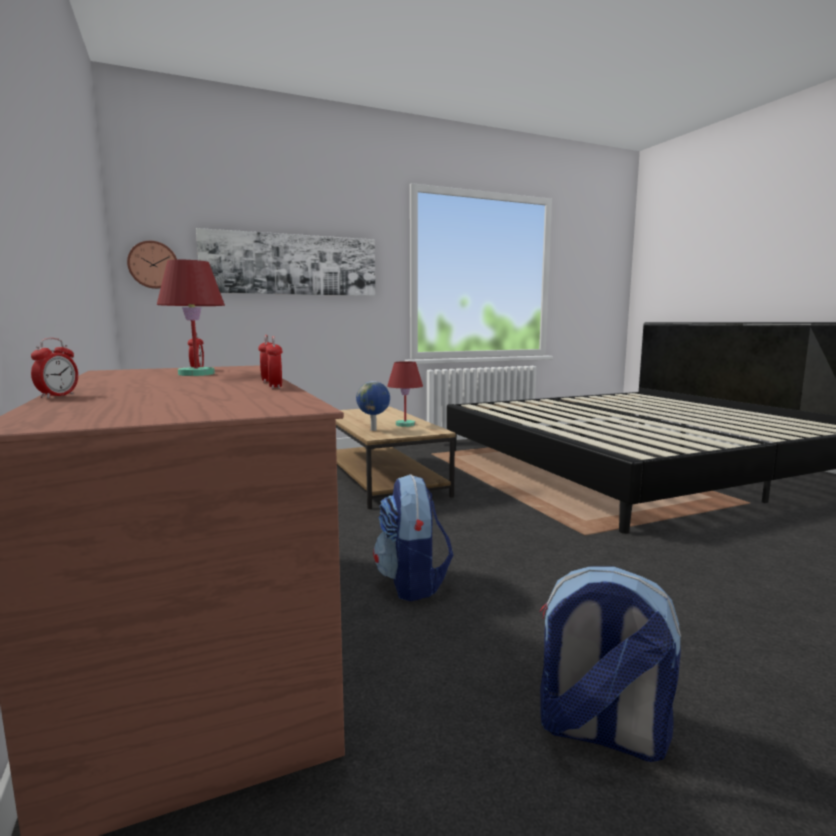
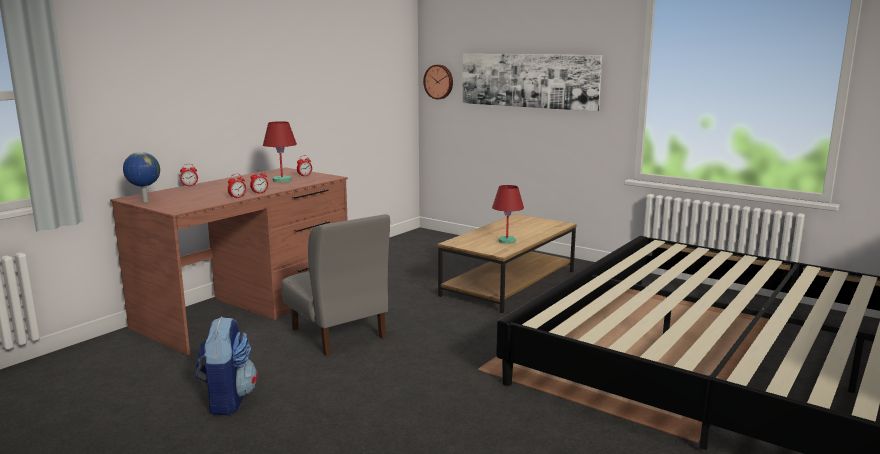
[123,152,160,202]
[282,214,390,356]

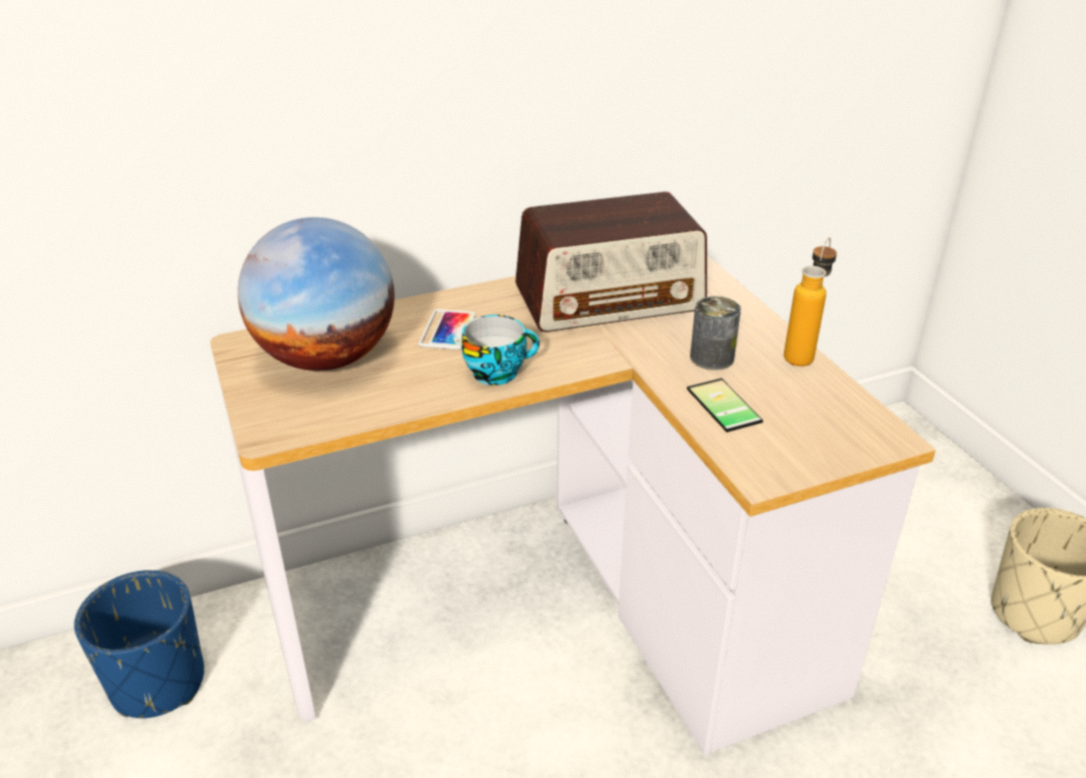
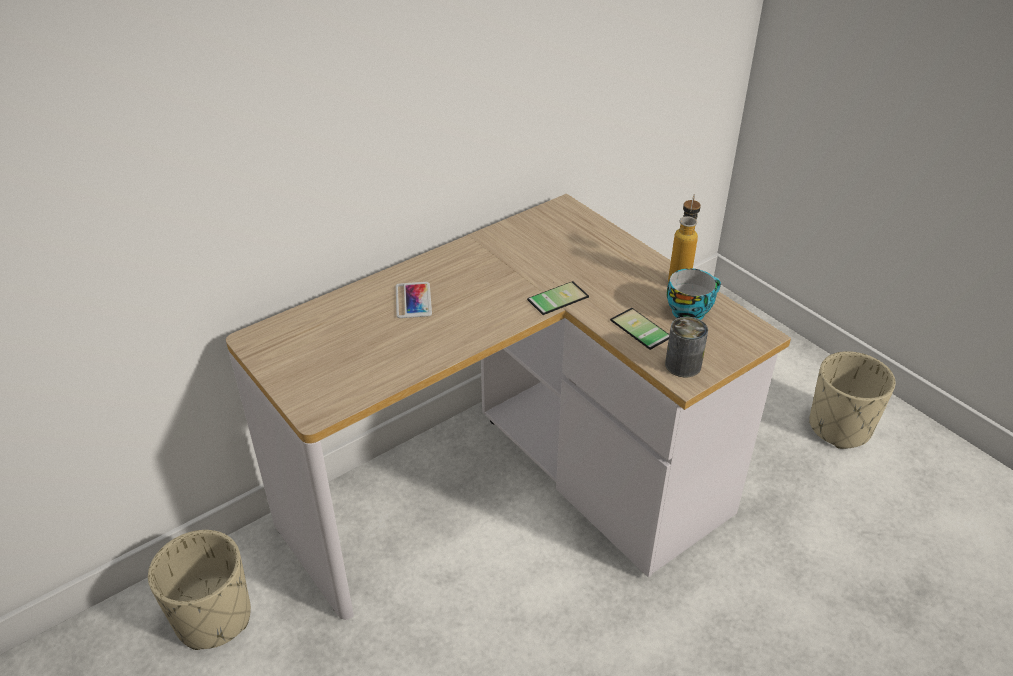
[148,530,251,650]
[238,217,395,371] (first image)
[667,268,721,320]
[515,192,707,332] (first image)
[665,317,708,377]
[527,281,589,315]

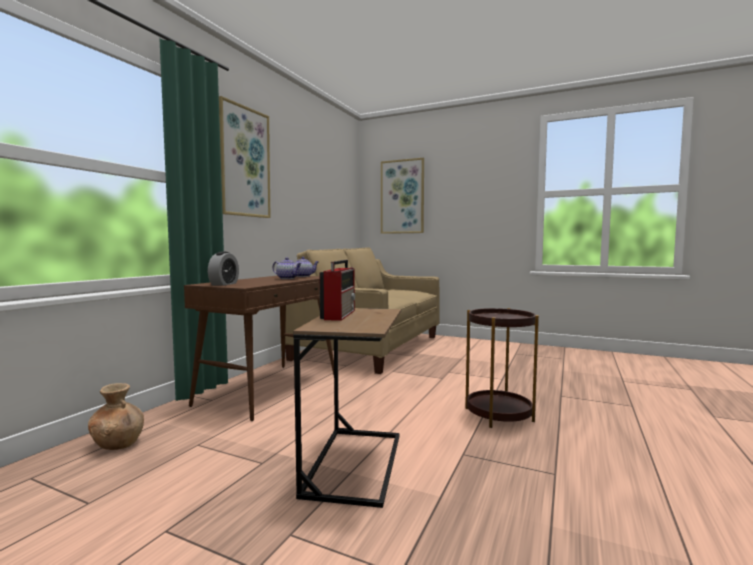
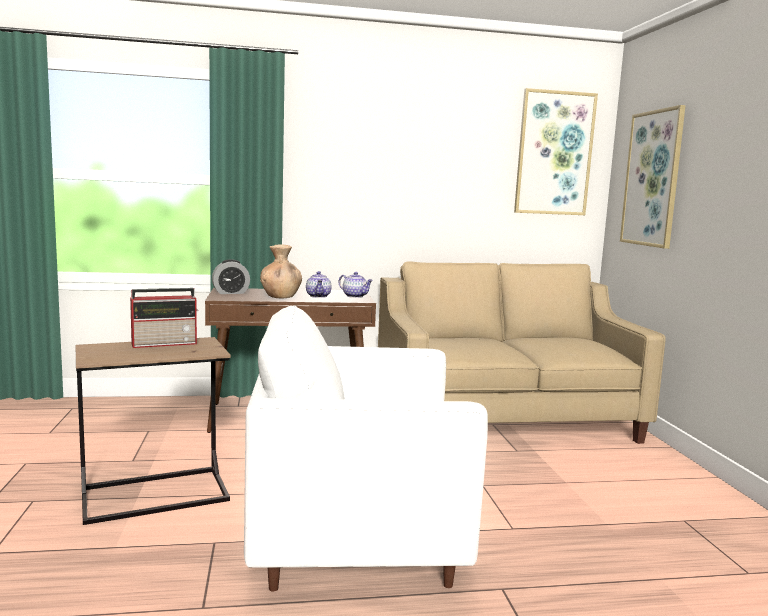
[260,245,302,298]
[514,88,598,215]
[244,305,488,591]

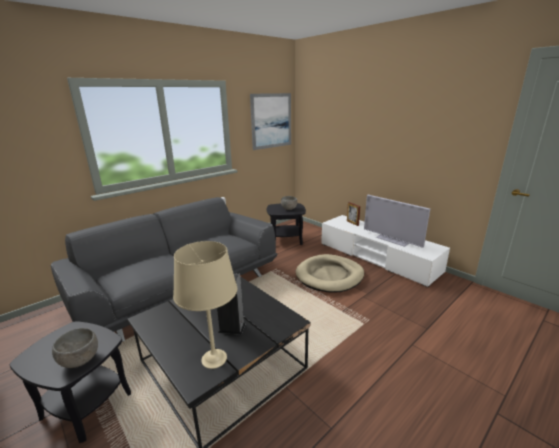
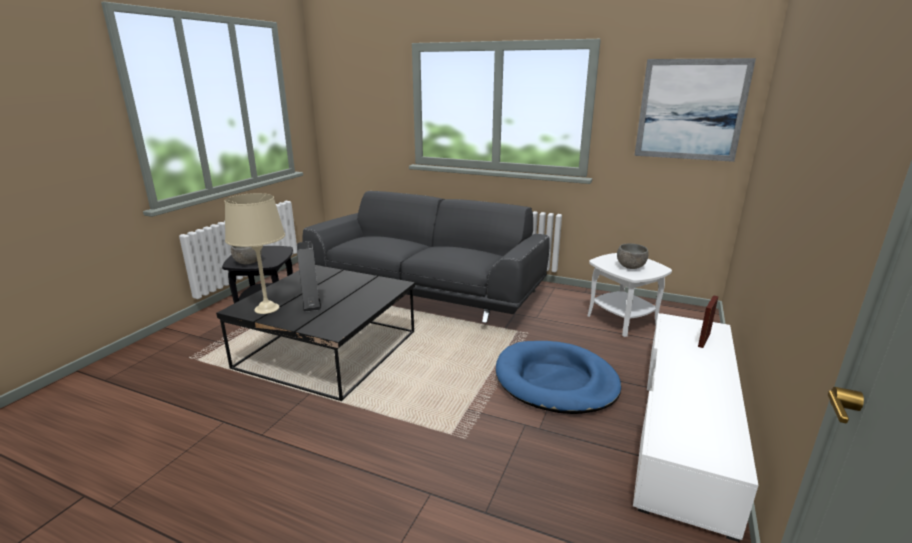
[587,253,672,337]
[496,341,621,414]
[364,195,430,248] (first image)

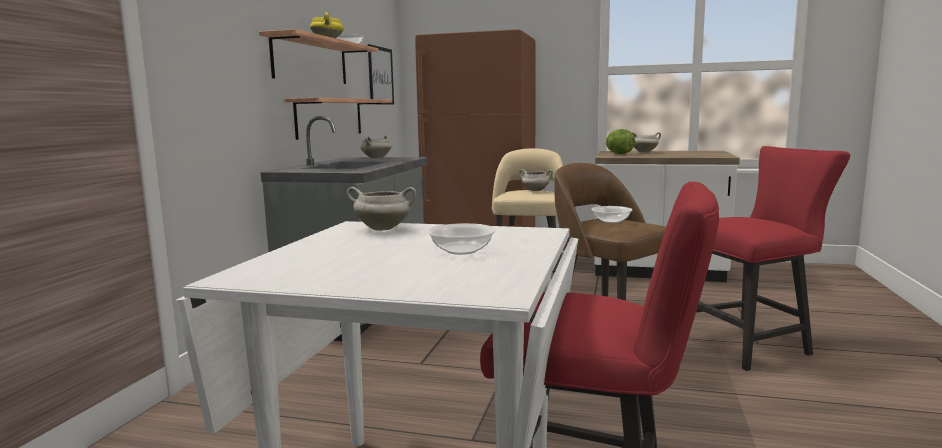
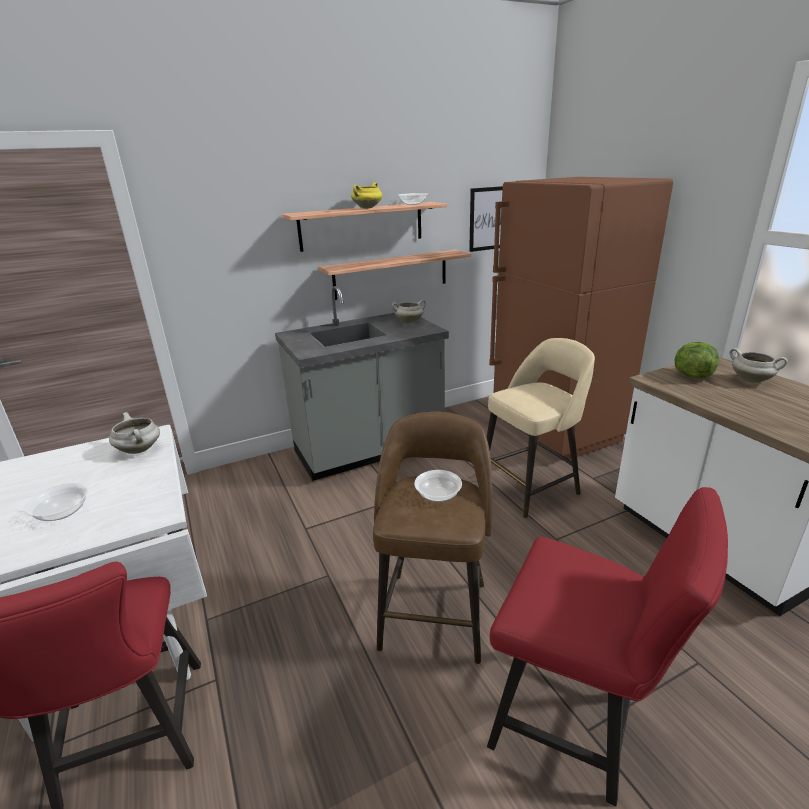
[519,169,553,191] (first image)

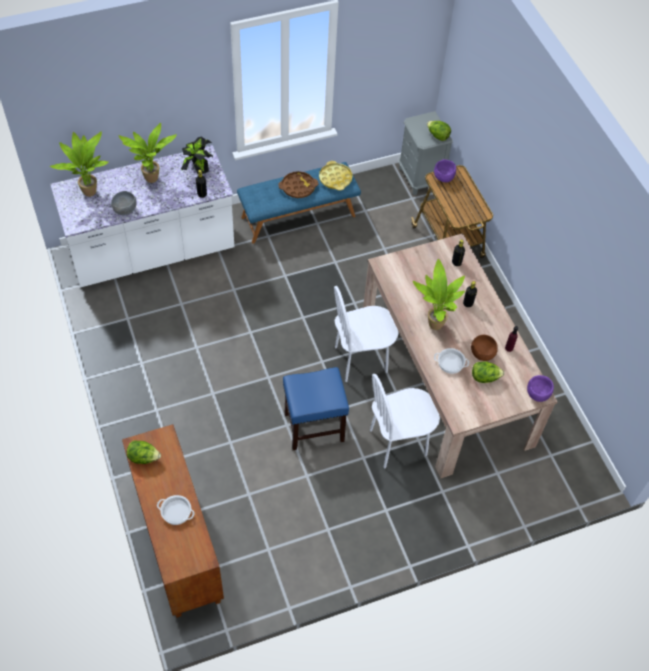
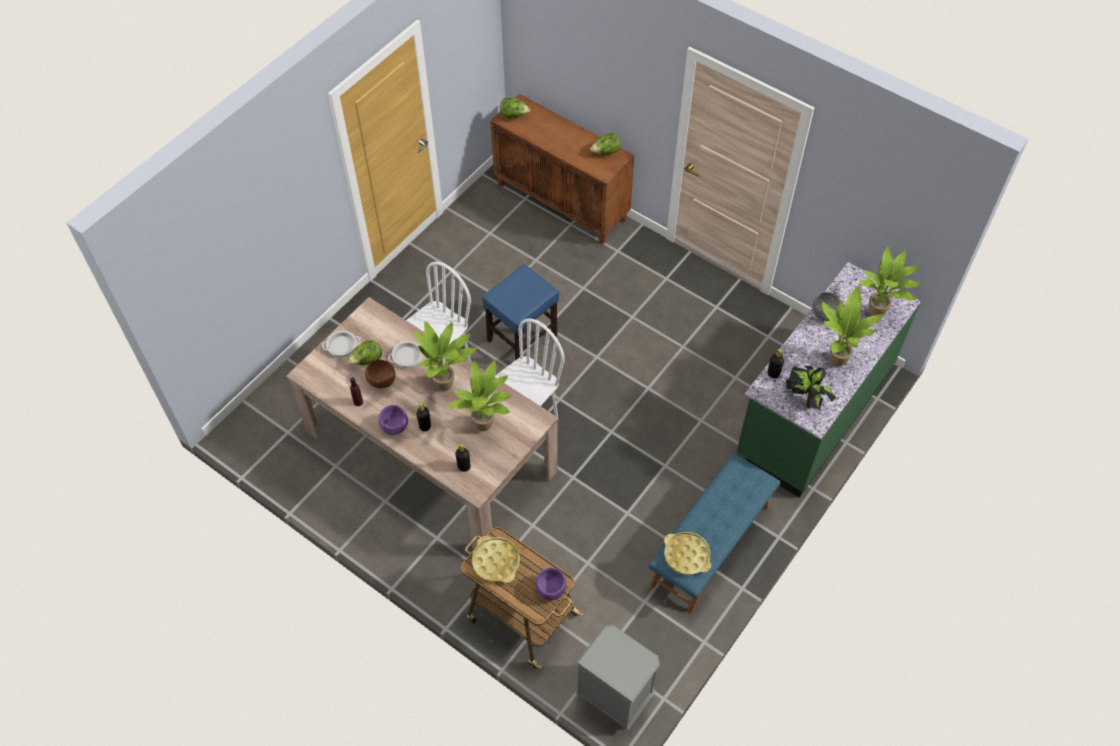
[737,262,921,498]
[322,331,361,358]
[279,171,318,198] (first image)
[500,98,530,119]
[379,405,408,435]
[448,360,512,431]
[472,536,520,583]

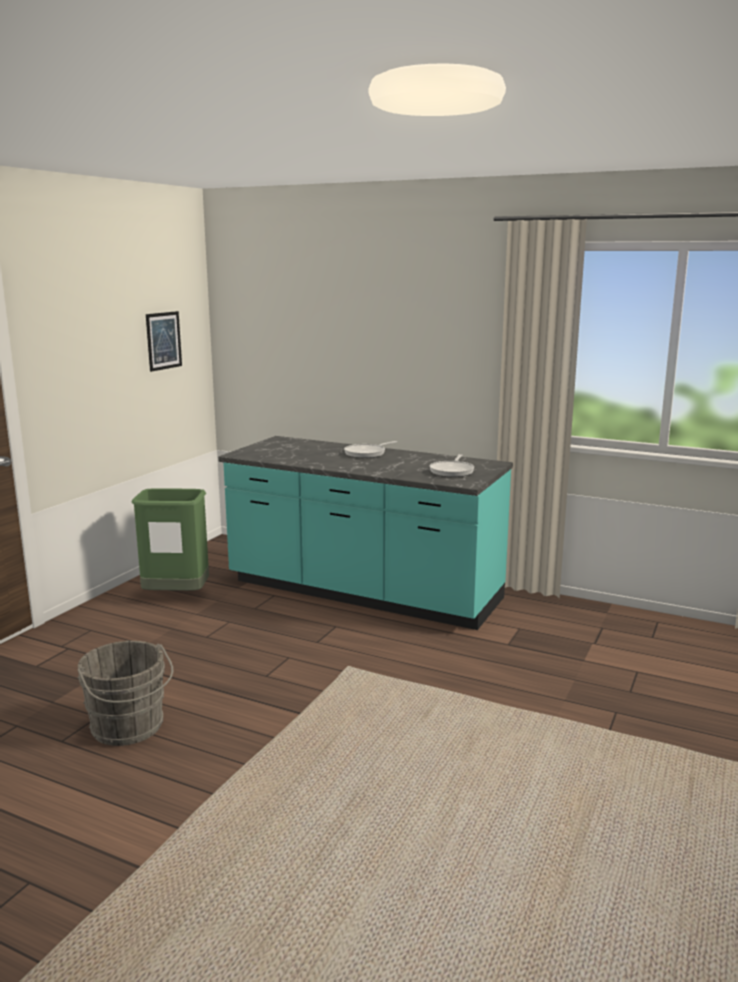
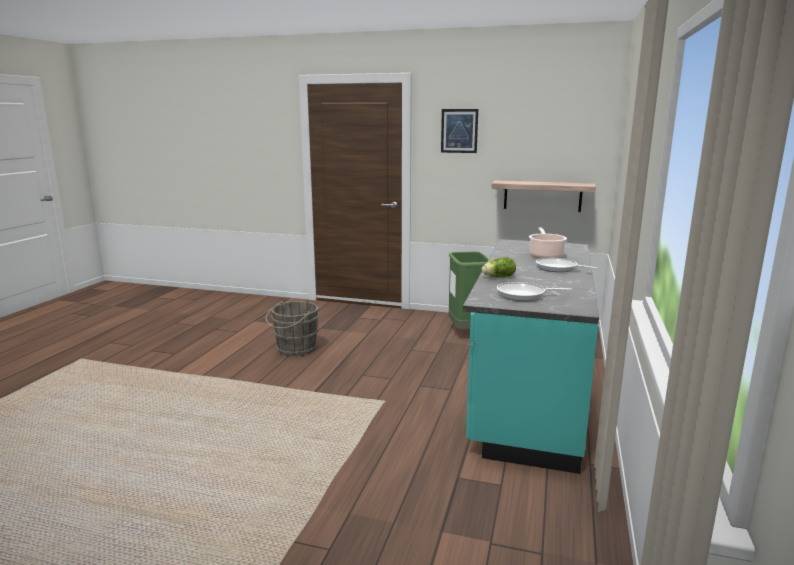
[441,109,478,153]
[482,257,516,277]
[491,180,596,212]
[529,228,567,259]

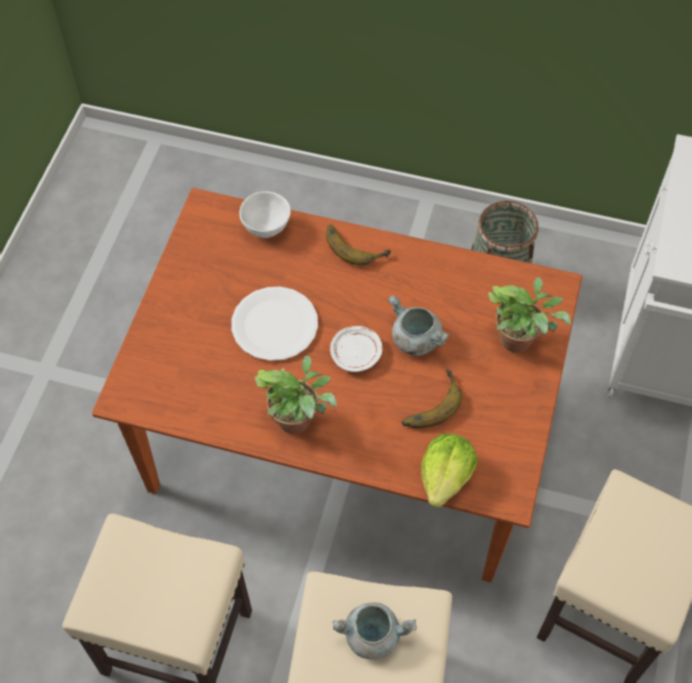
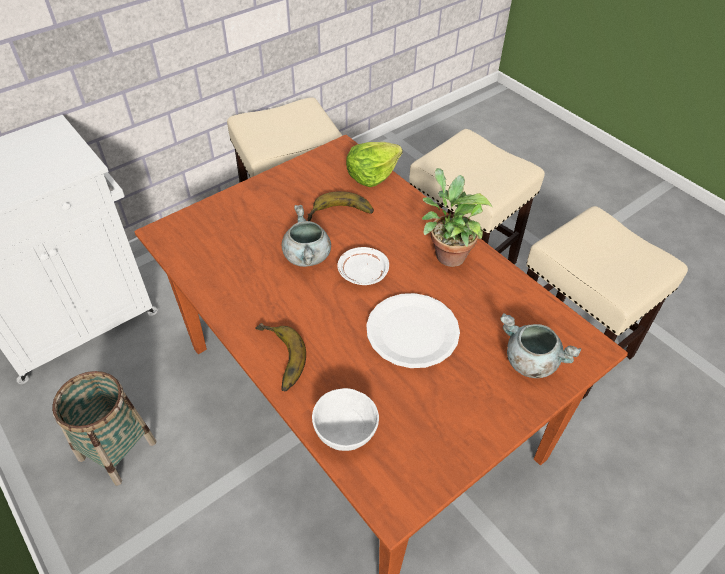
[500,313,581,378]
[488,277,571,353] (first image)

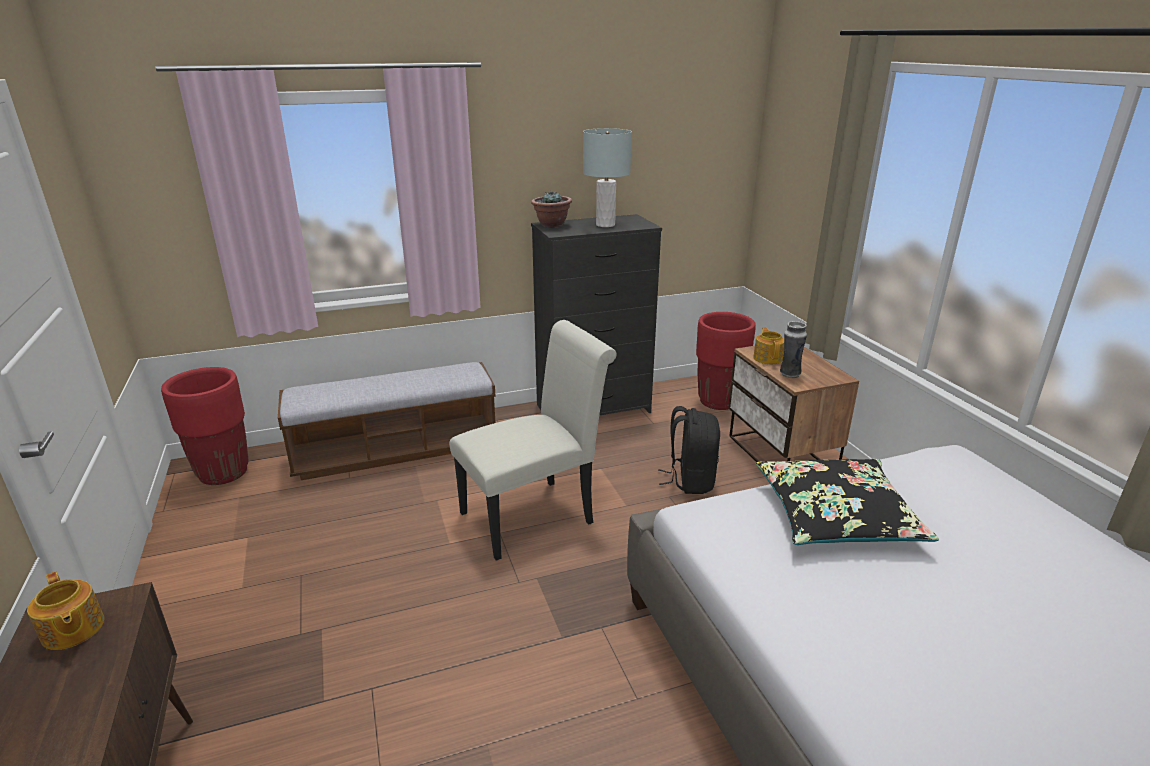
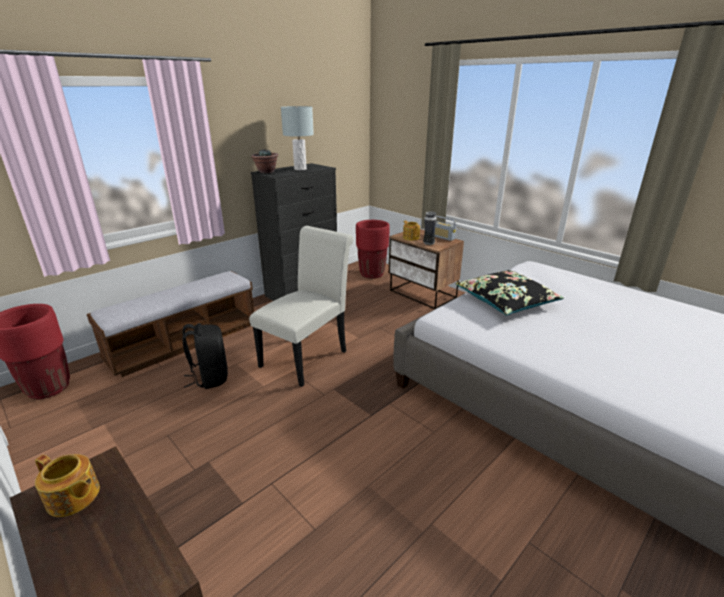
[182,323,228,389]
[435,216,456,241]

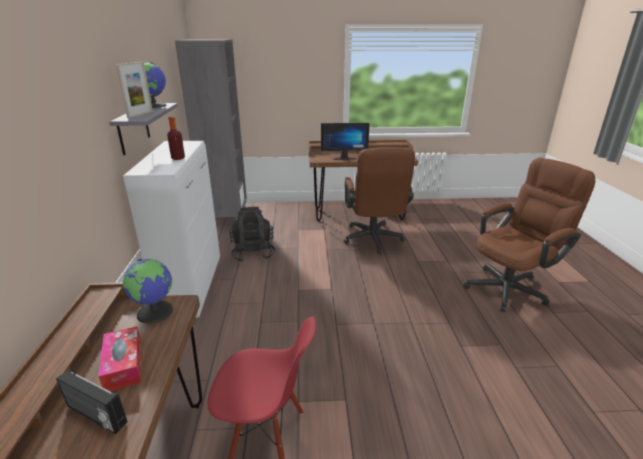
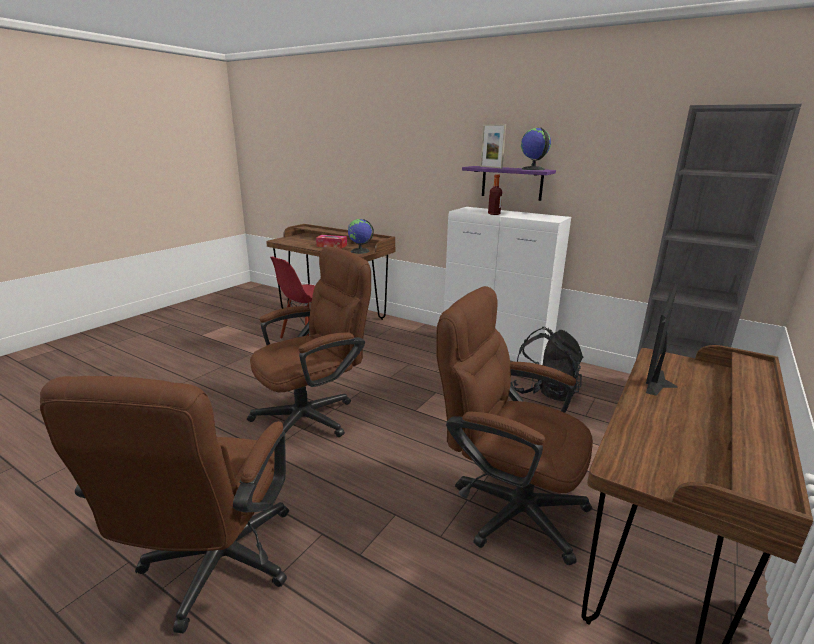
[56,369,127,434] (first image)
[462,166,556,201]
[247,246,371,437]

